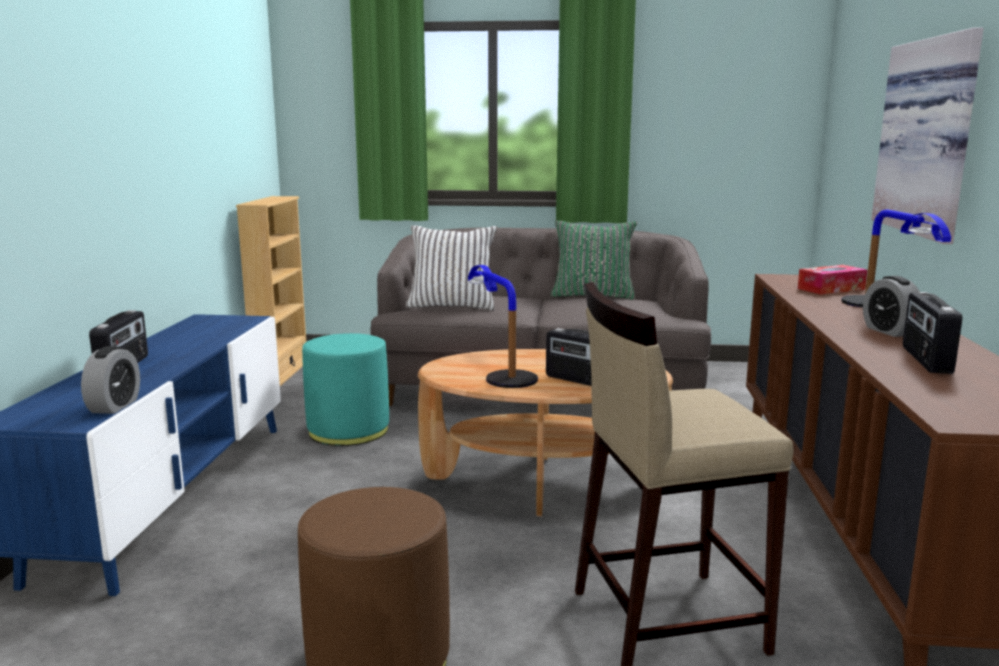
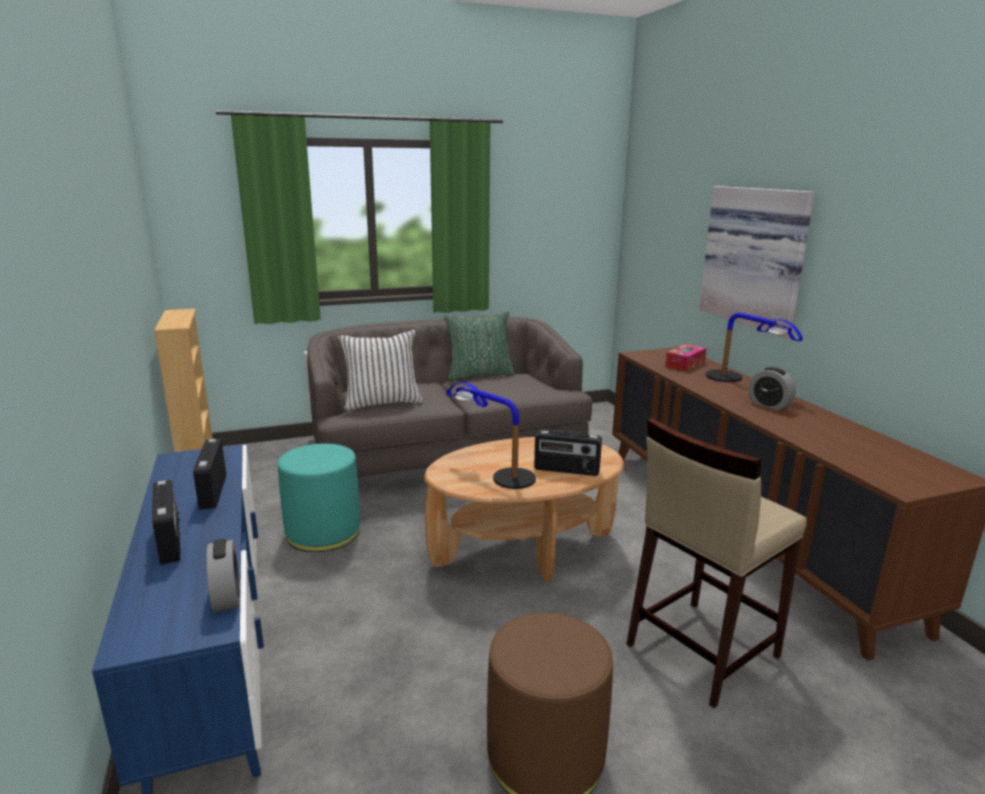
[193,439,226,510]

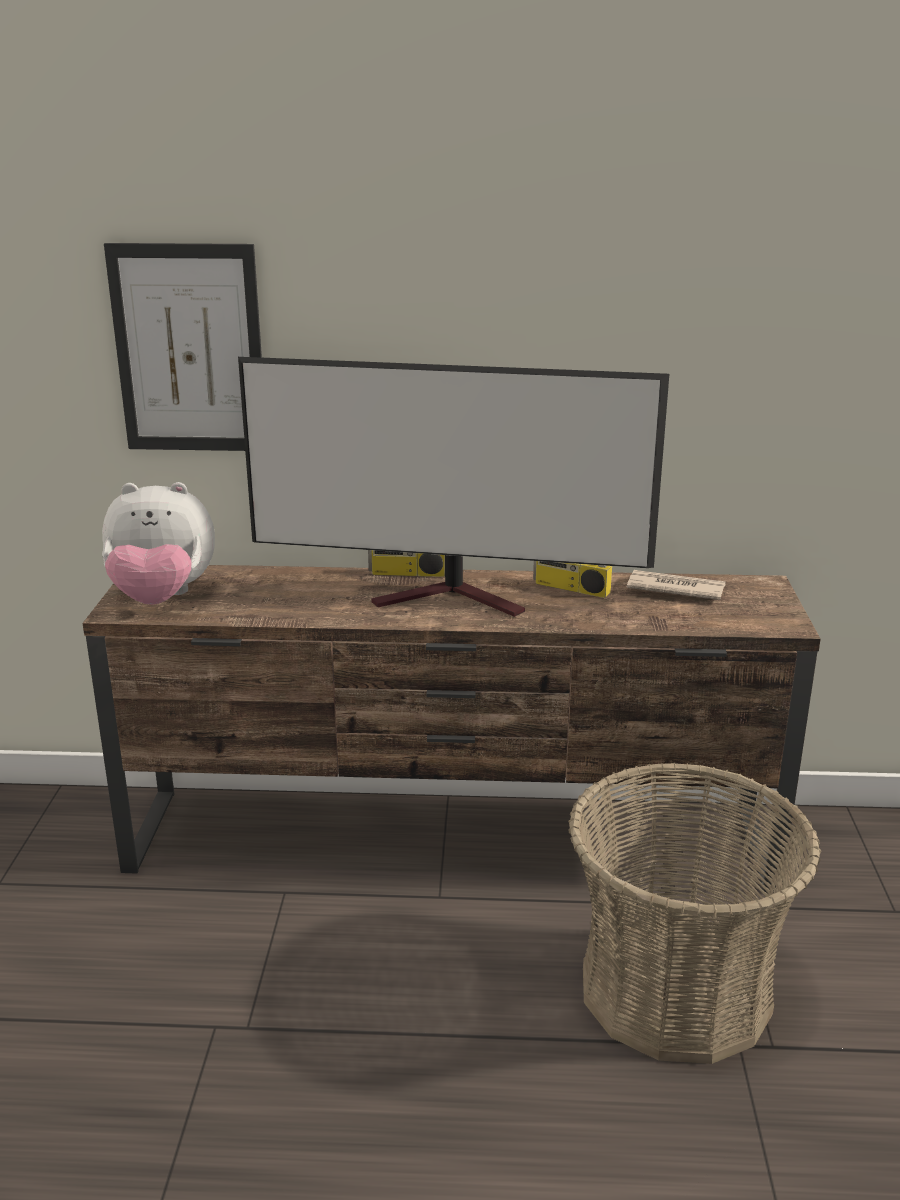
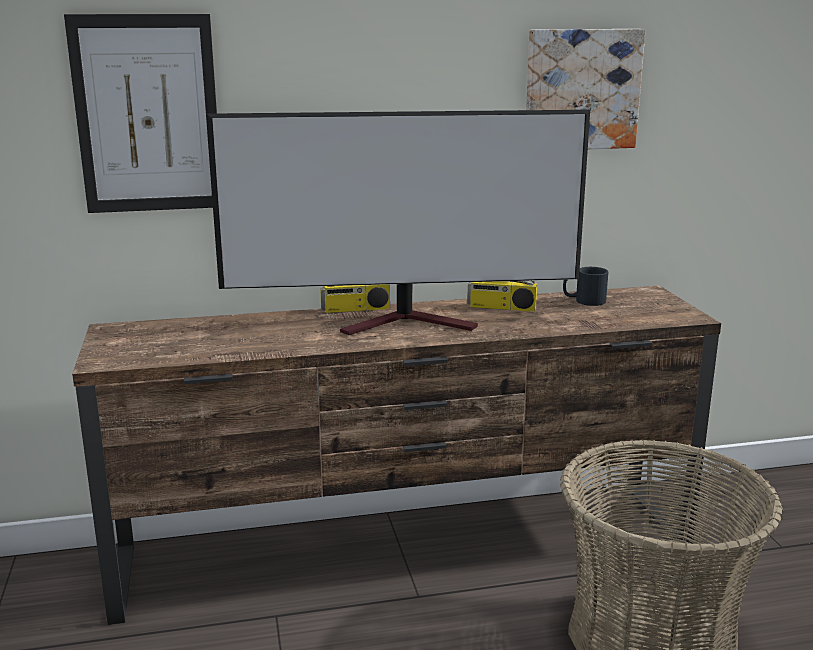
[102,482,215,605] (first image)
[563,267,608,306]
[526,29,645,149]

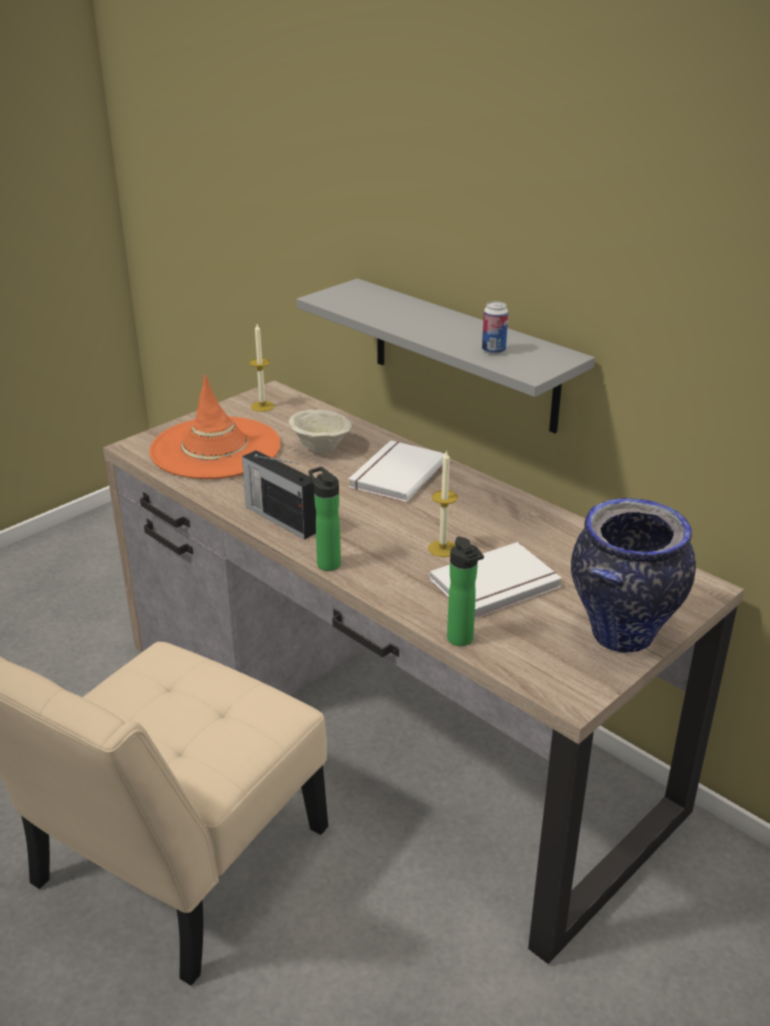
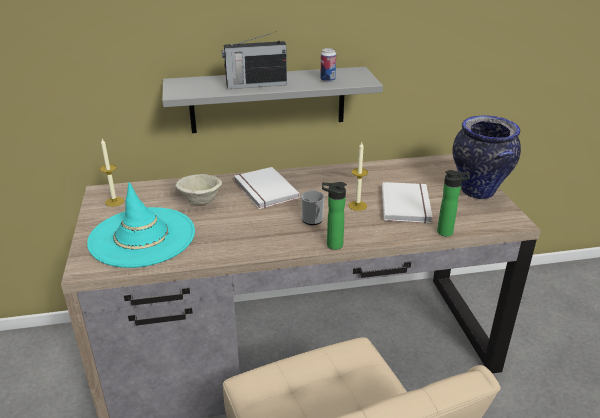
[87,182,195,268]
[222,31,287,89]
[301,190,325,225]

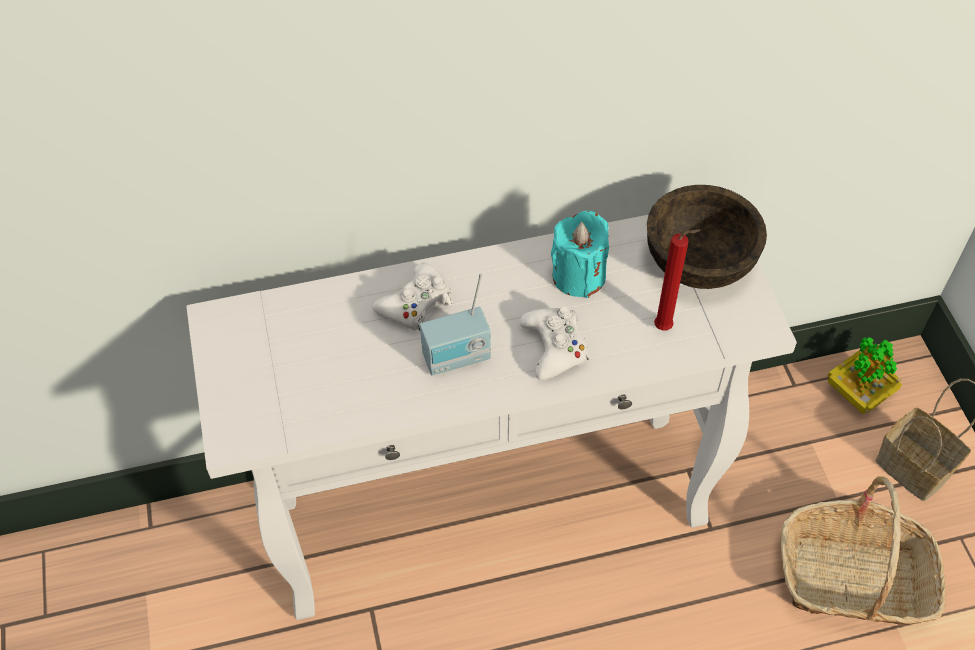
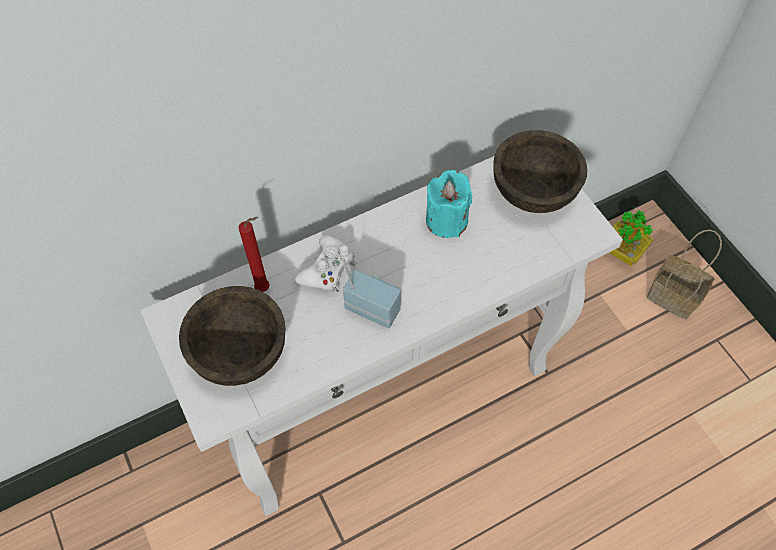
[342,258,401,328]
[520,306,589,380] (first image)
[238,217,270,292]
[781,476,946,625] (first image)
[179,286,285,386]

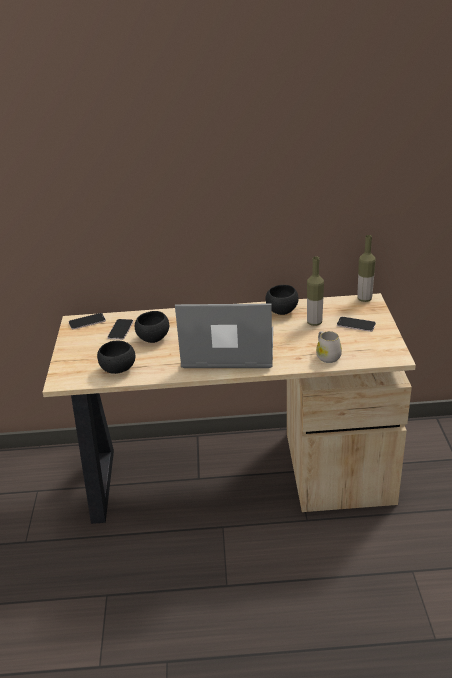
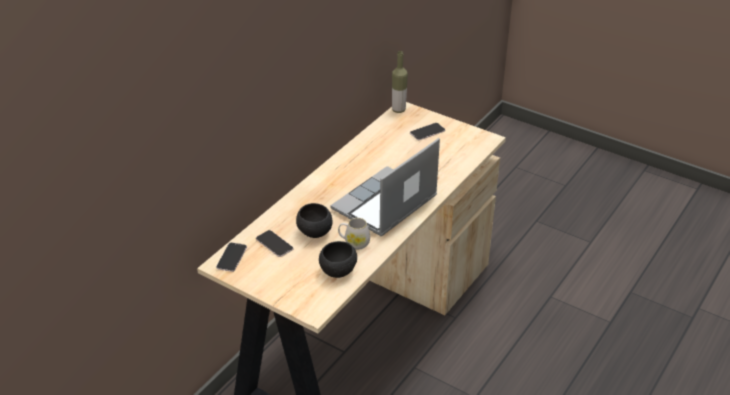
[266,285,299,315] (first image)
[307,257,324,326] (first image)
[338,218,370,250]

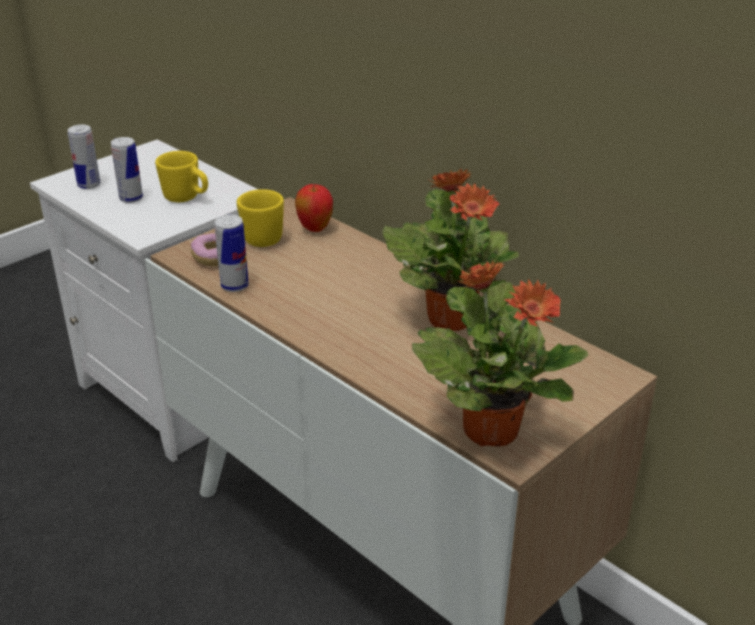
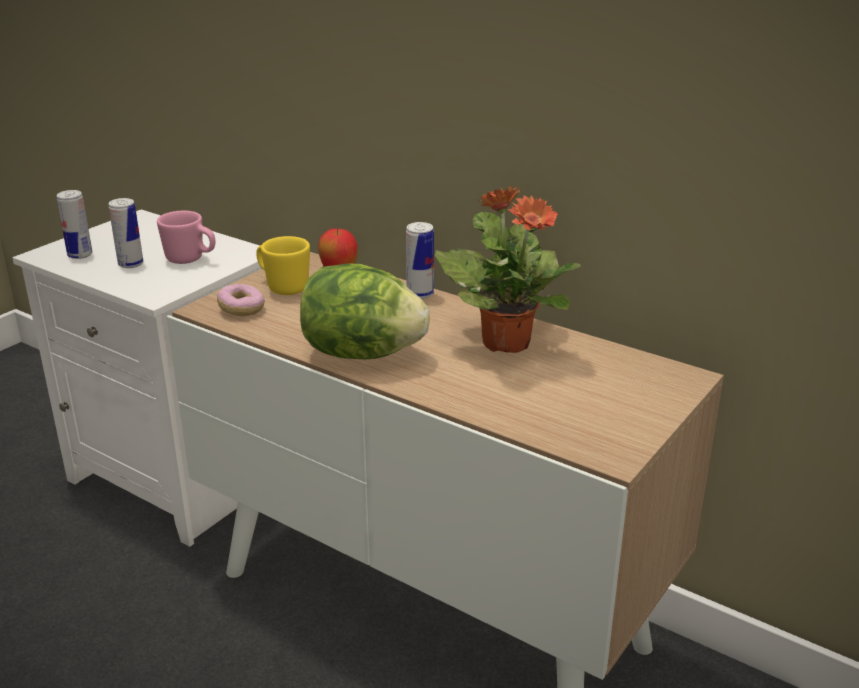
[157,211,216,264]
[406,222,434,299]
[412,261,588,447] (first image)
[300,264,430,359]

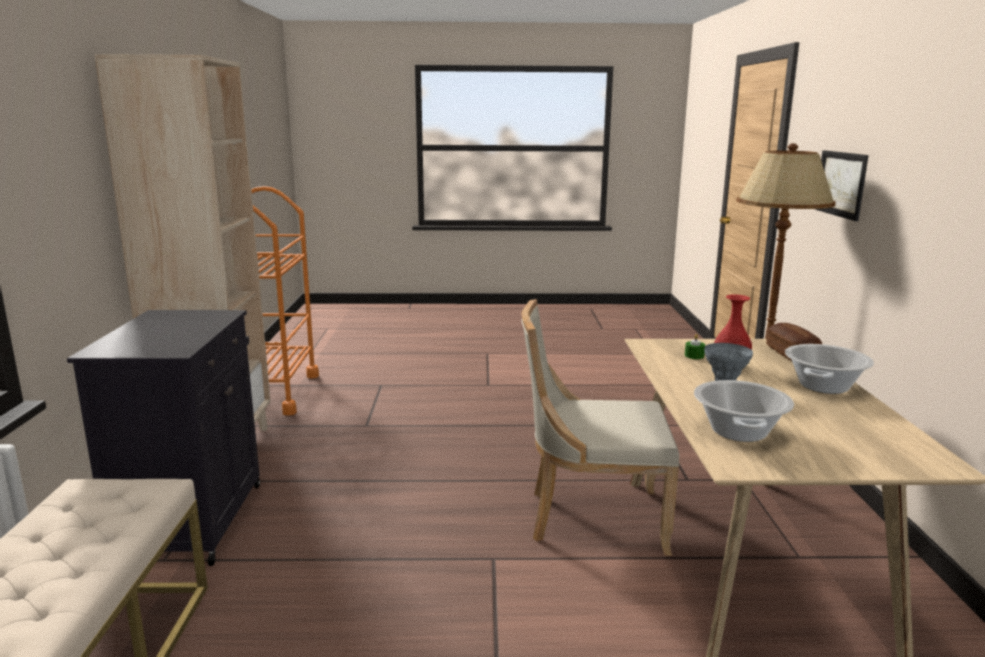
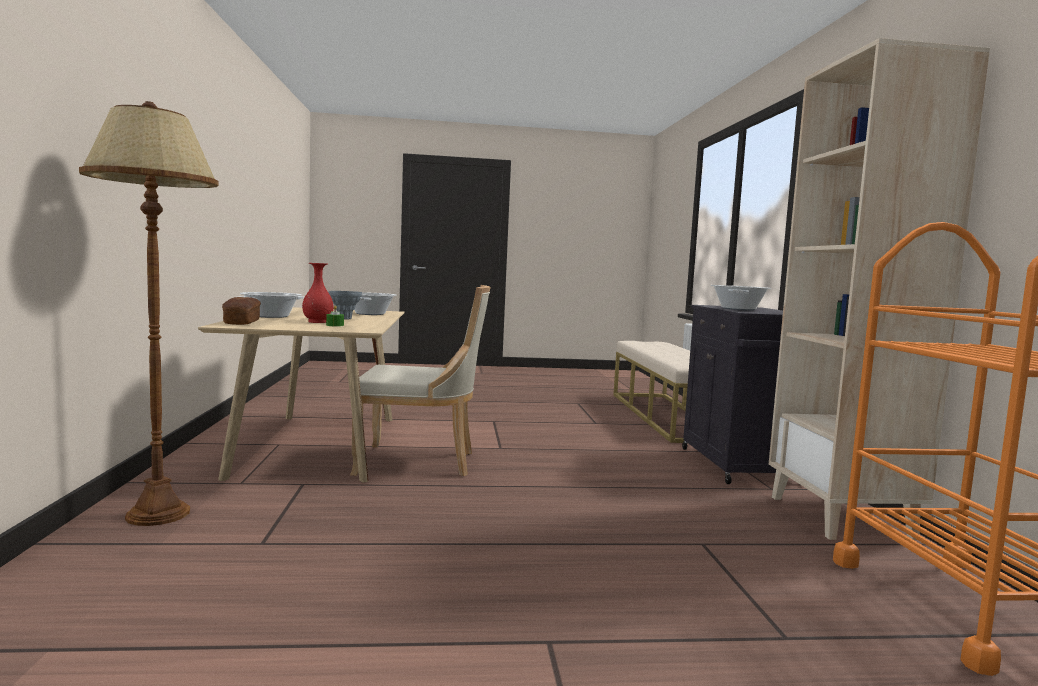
[815,150,868,221] (first image)
[711,285,771,310]

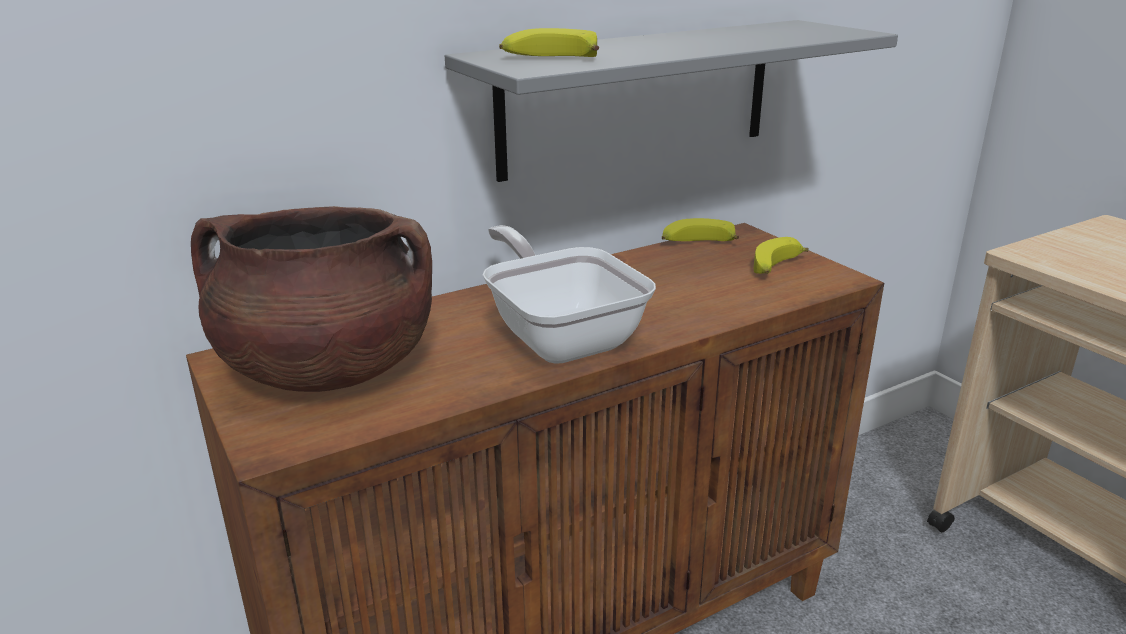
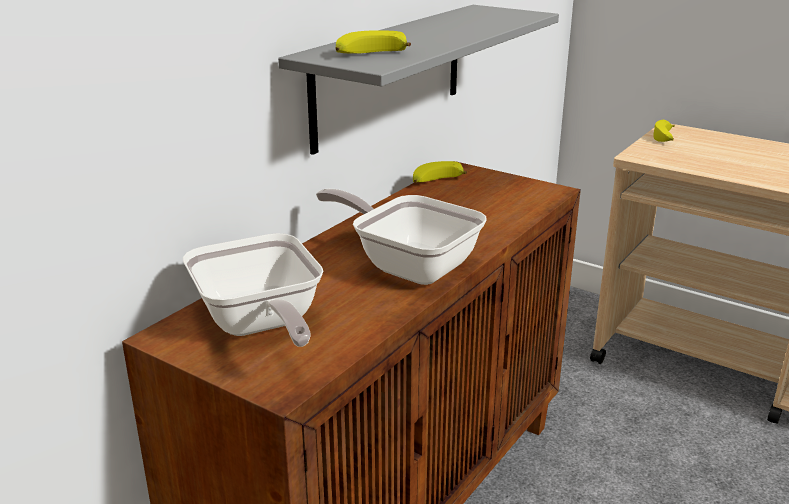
[183,233,324,347]
[653,120,675,142]

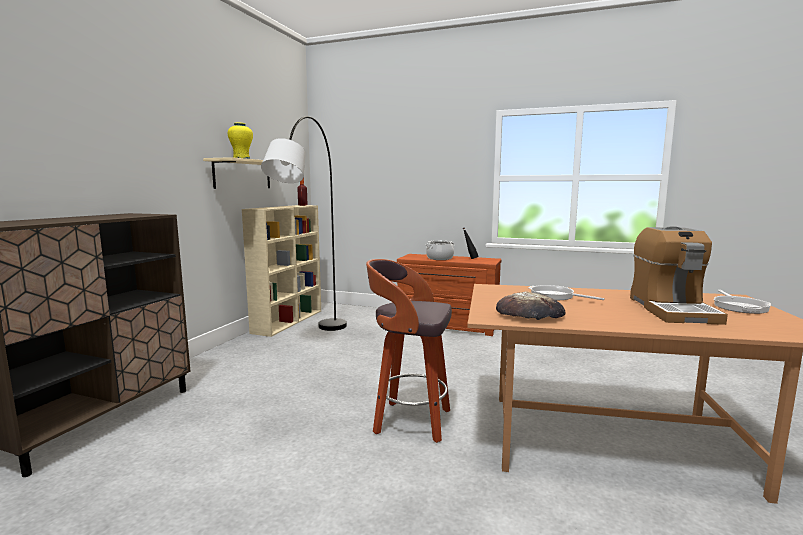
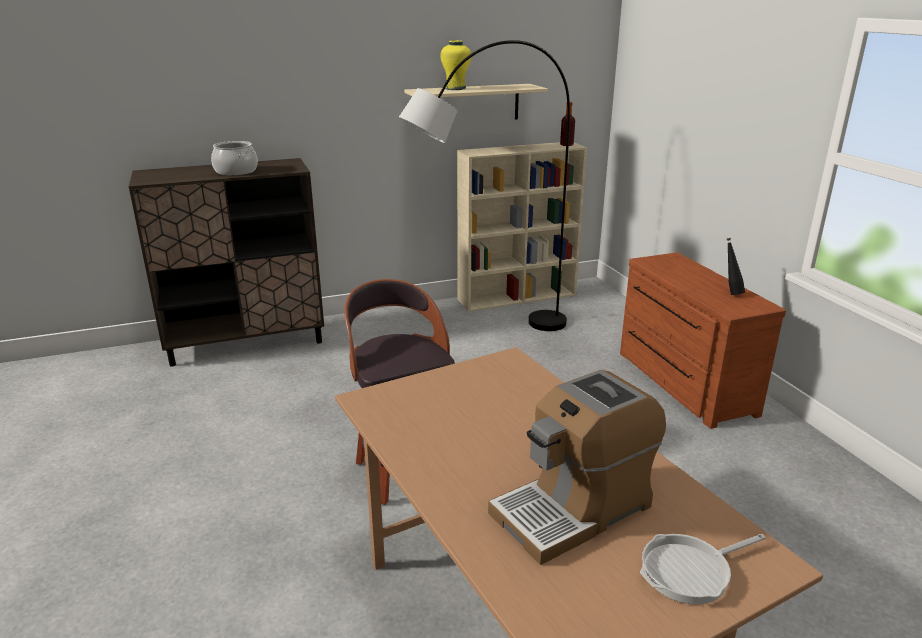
[211,141,258,176]
[496,291,565,320] (first image)
[528,285,605,300] (first image)

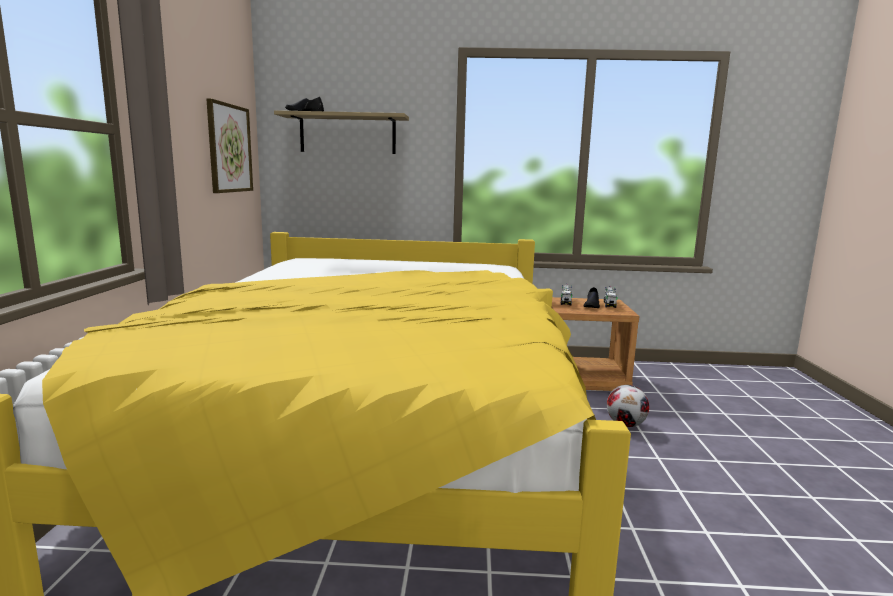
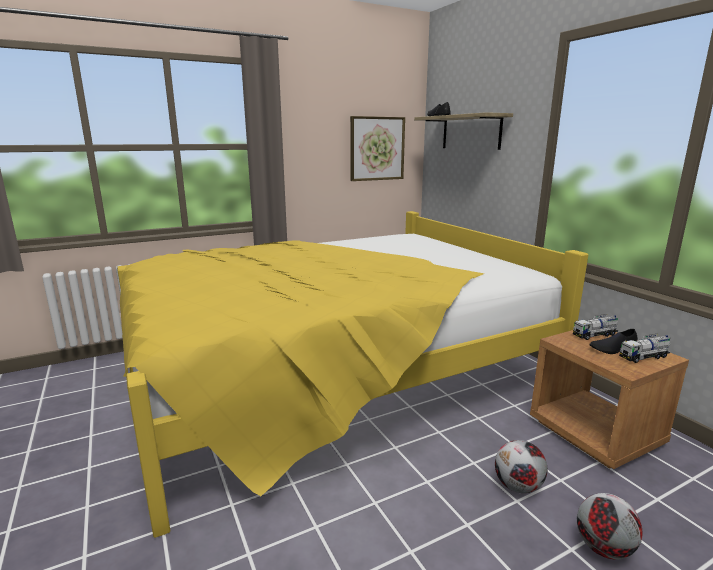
[577,493,643,560]

